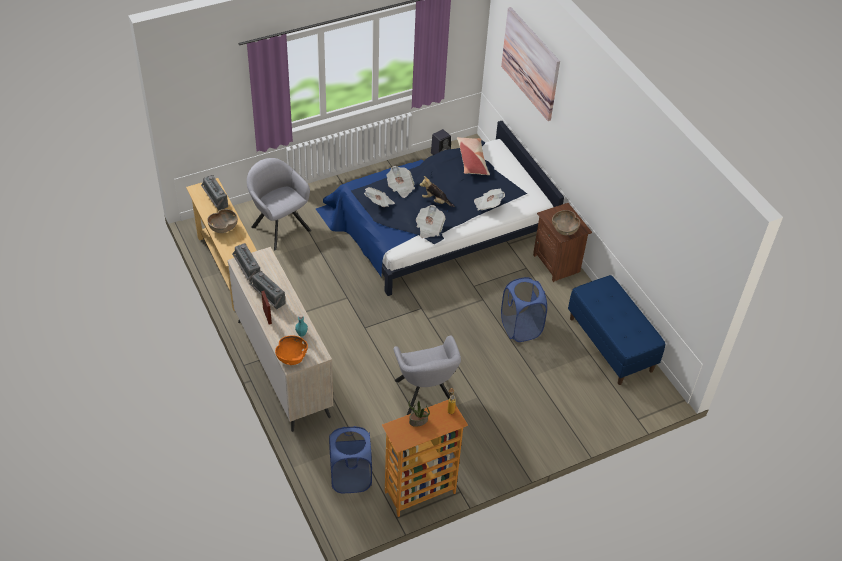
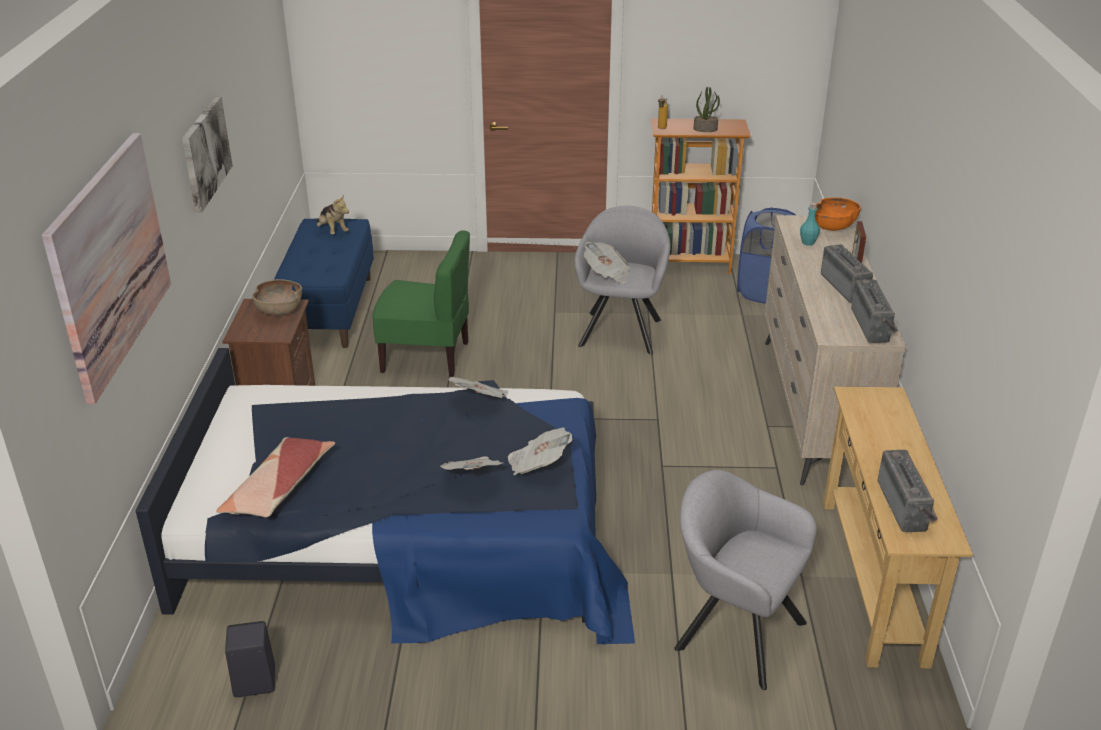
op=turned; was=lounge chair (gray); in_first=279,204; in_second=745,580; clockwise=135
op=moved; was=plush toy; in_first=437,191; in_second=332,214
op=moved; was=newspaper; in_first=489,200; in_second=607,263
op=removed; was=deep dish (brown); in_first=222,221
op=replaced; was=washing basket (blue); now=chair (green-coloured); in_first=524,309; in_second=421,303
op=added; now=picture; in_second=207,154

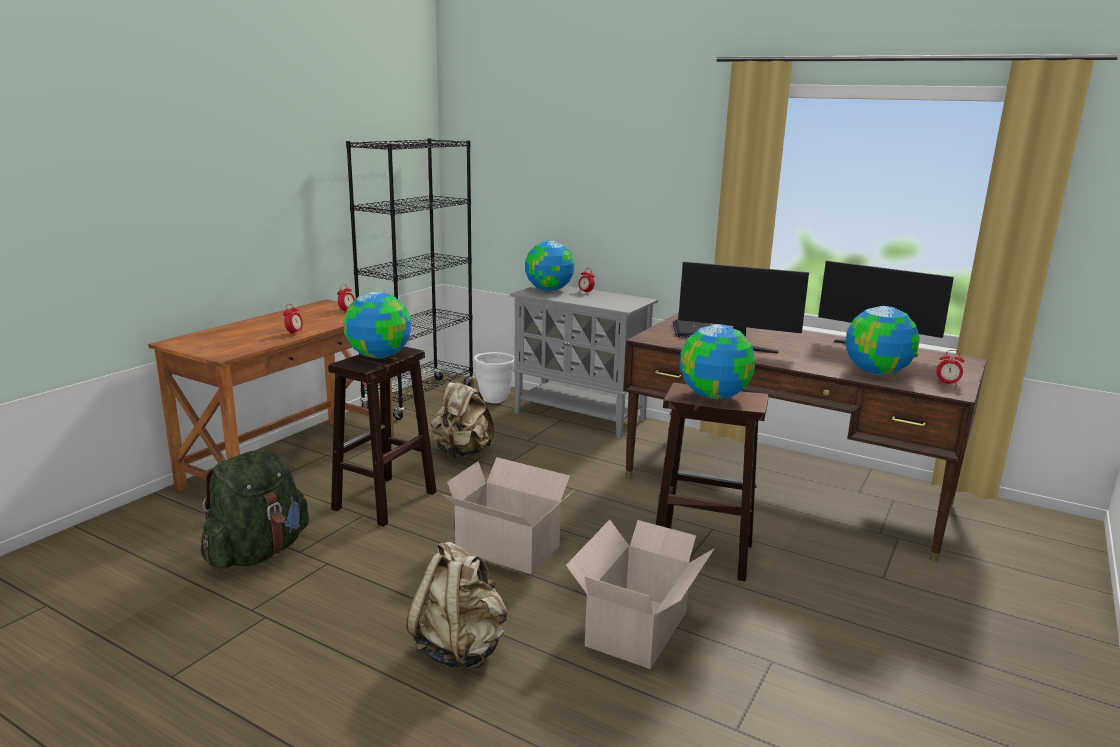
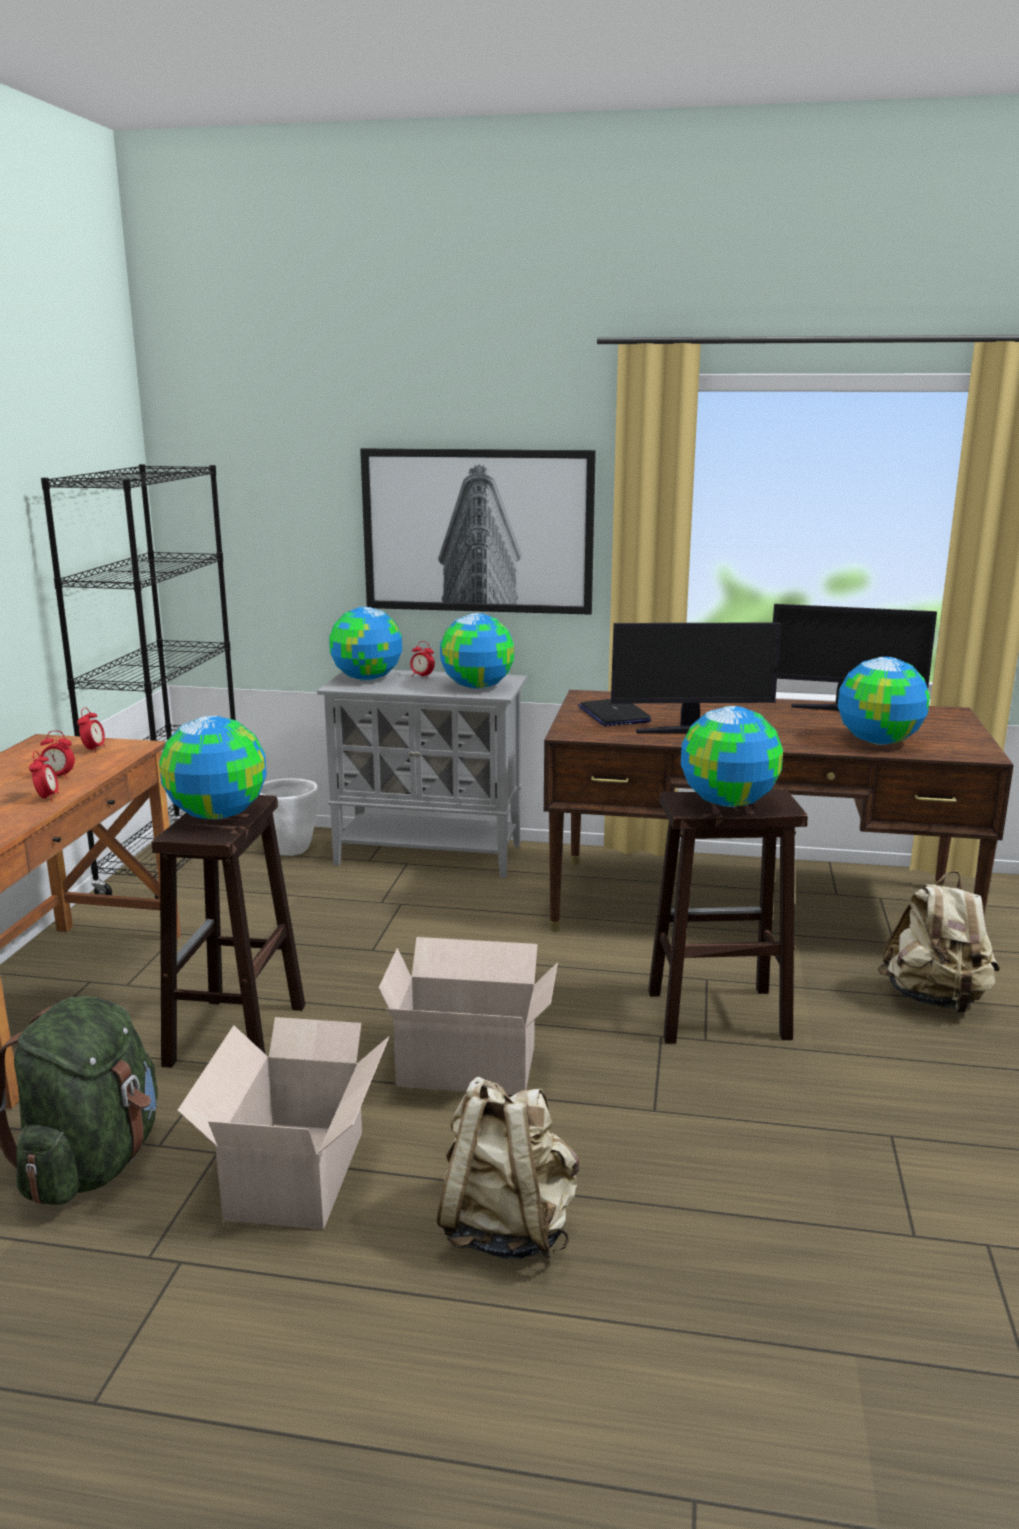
op=moved; was=table clock; in_first=950,368; in_second=57,754
op=moved; was=rucksack (beige); in_first=462,417; in_second=939,942
op=moved; was=packing box; in_first=640,594; in_second=283,1123
op=added; now=picture; in_second=478,531
op=added; now=world globe; in_second=477,651

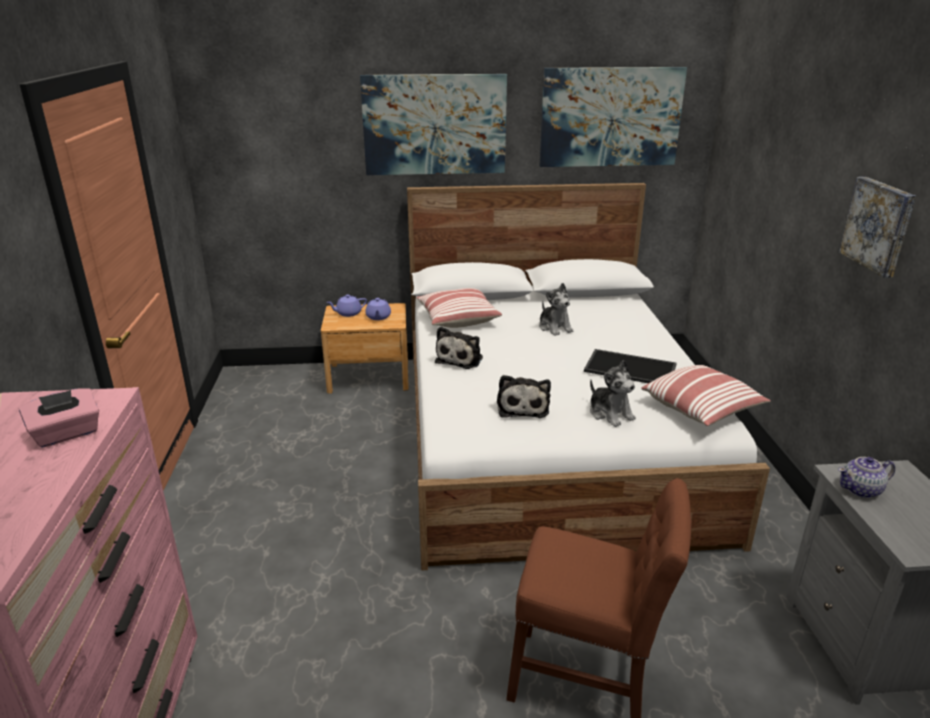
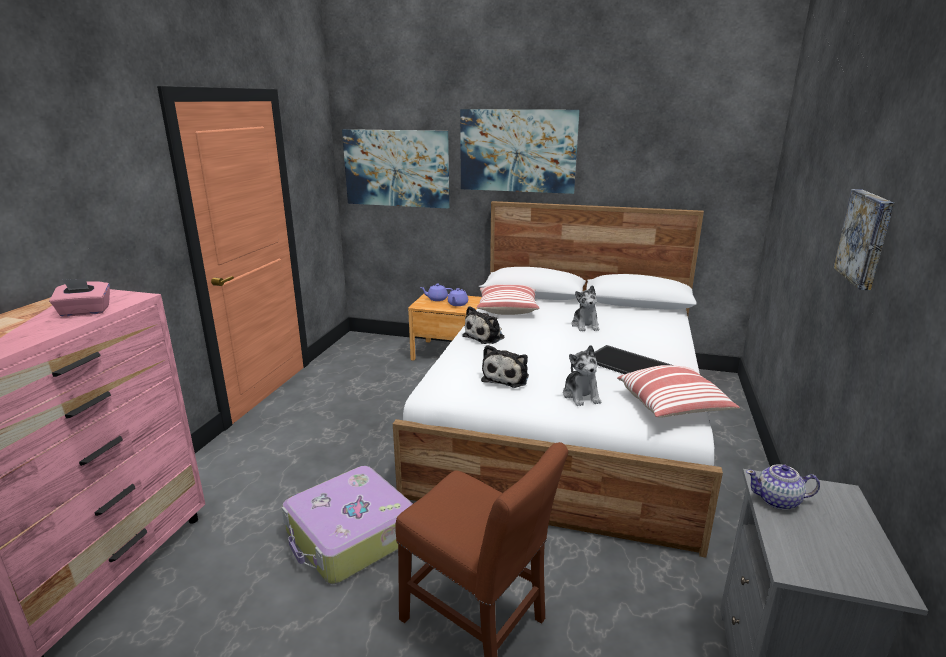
op=moved; was=picture; in_first=613,117; in_second=395,168
op=added; now=piece of luggage; in_second=347,525

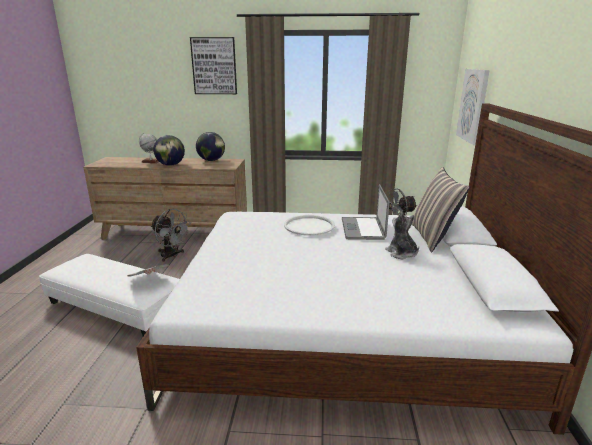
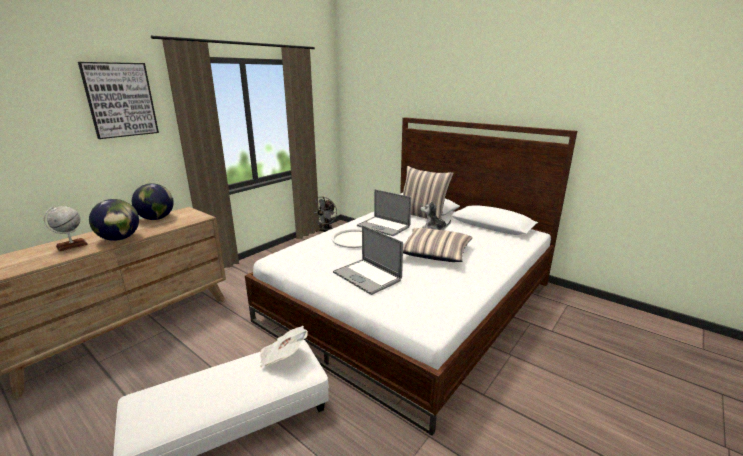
op=removed; was=picture; in_first=473,107
op=removed; was=fan (gray); in_first=171,235
op=added; now=notebook computer; in_second=368,260
op=added; now=cushion; in_second=438,245

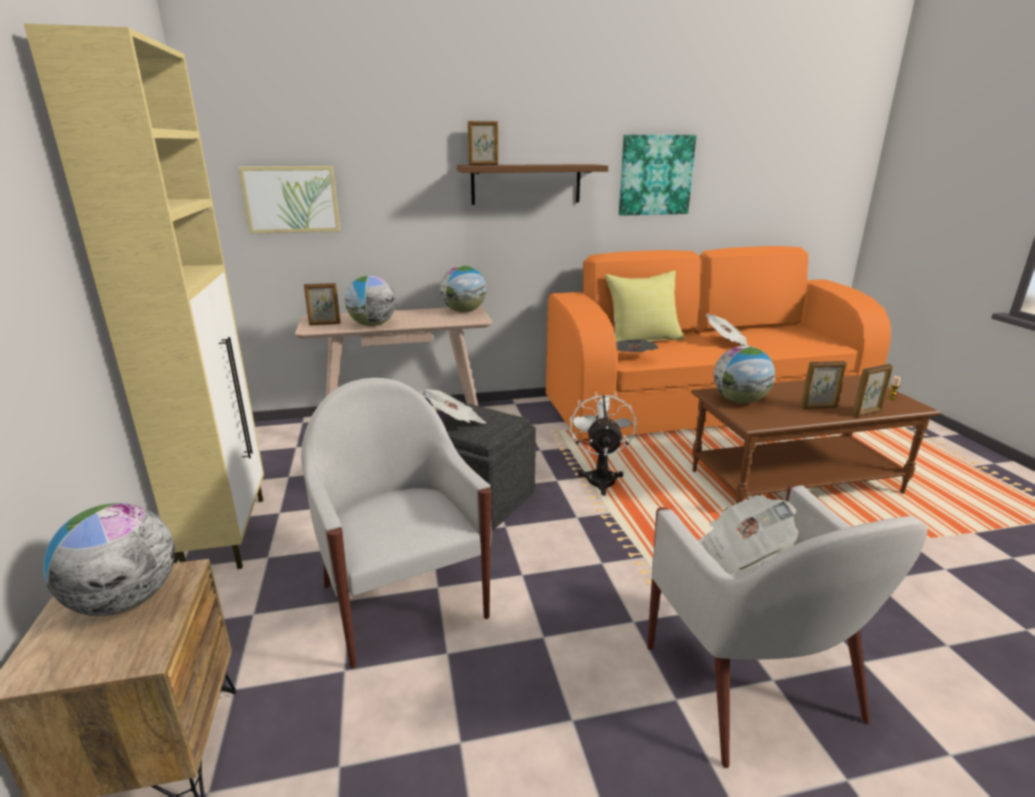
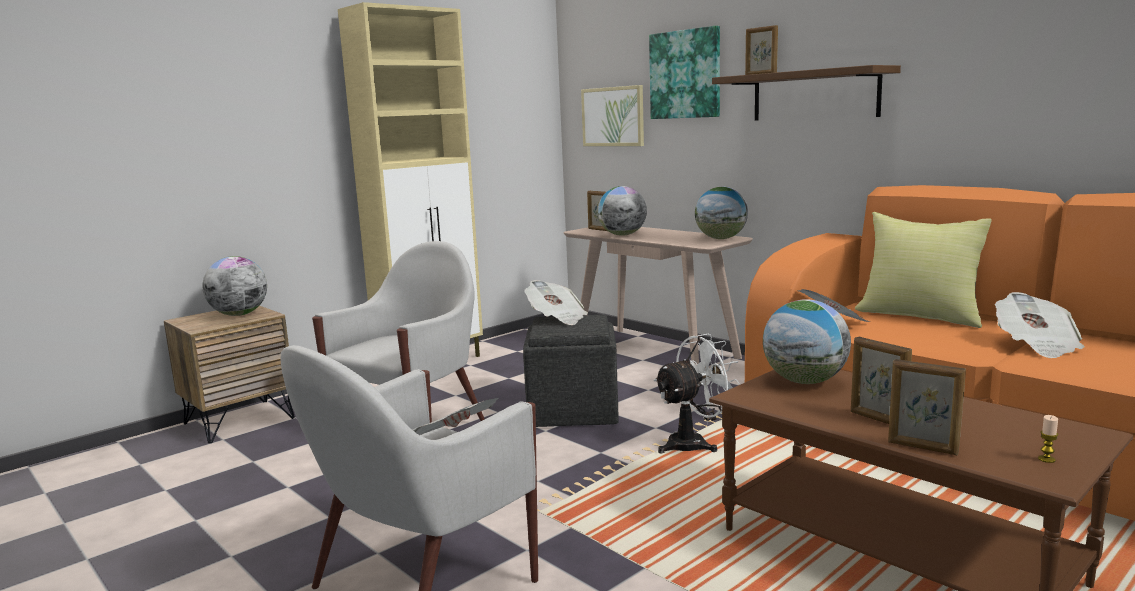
op=moved; was=picture; in_first=658,175; in_second=684,72

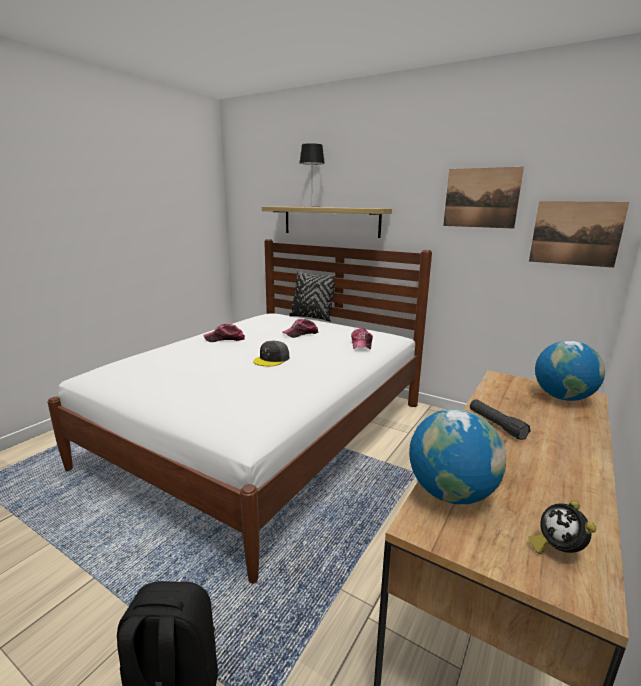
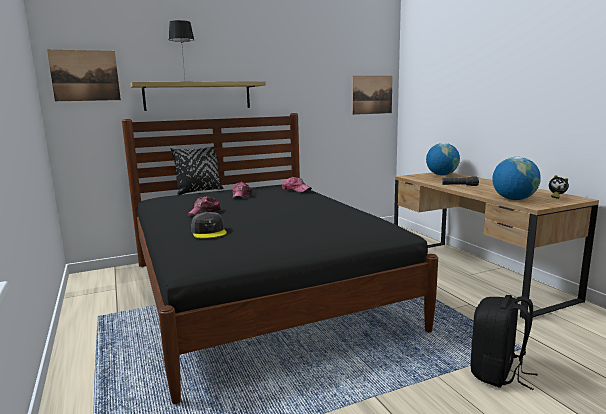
op=moved; was=picture; in_first=483,198; in_second=84,75
op=recoloured; was=bedroom bed (white); now=bedroom bed (blackish); in_first=240,411; in_second=280,258
op=moved; was=peaked cap (gray); in_first=271,353; in_second=209,225

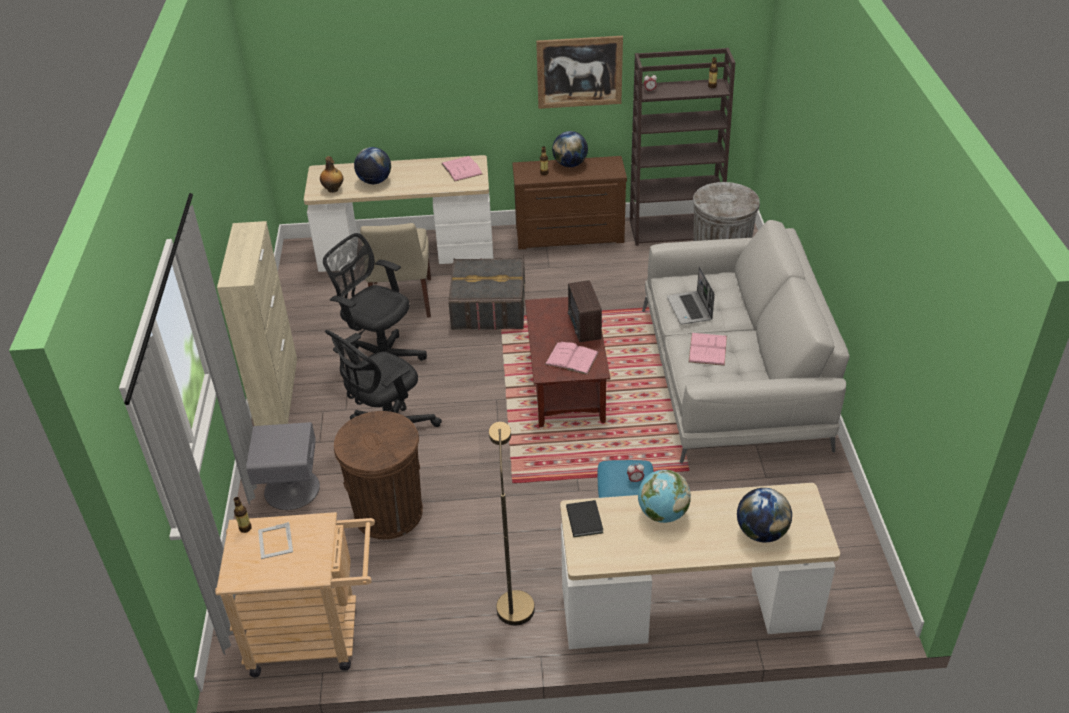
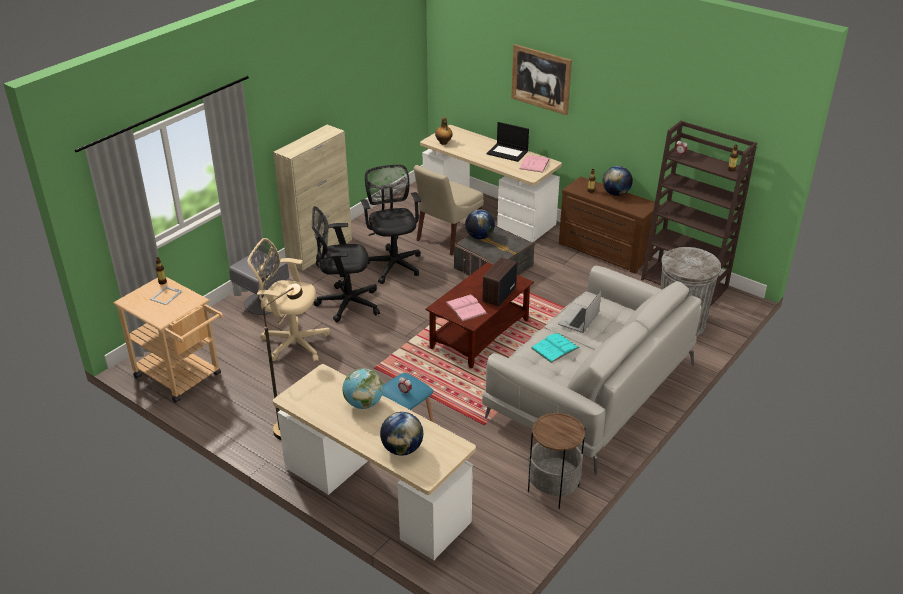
op=moved; was=picture; in_first=579,72; in_second=541,79
op=moved; was=world globe; in_first=372,165; in_second=480,224
op=recoloured; was=volume (pinkish); now=volume (blue-green); in_first=708,349; in_second=555,348
op=replaced; was=rubbish bin (brown); now=desk chair (beige); in_first=378,475; in_second=288,300
op=removed; was=volume (blackish); in_first=584,518
op=added; now=notebook computer; in_second=508,142
op=added; now=end table; in_second=556,460

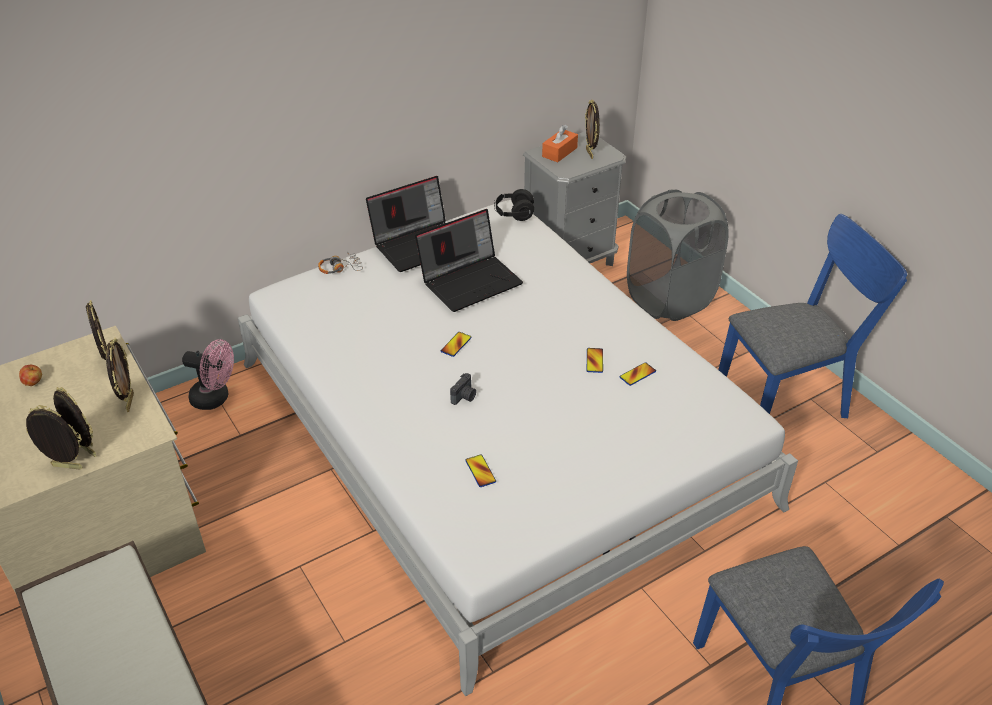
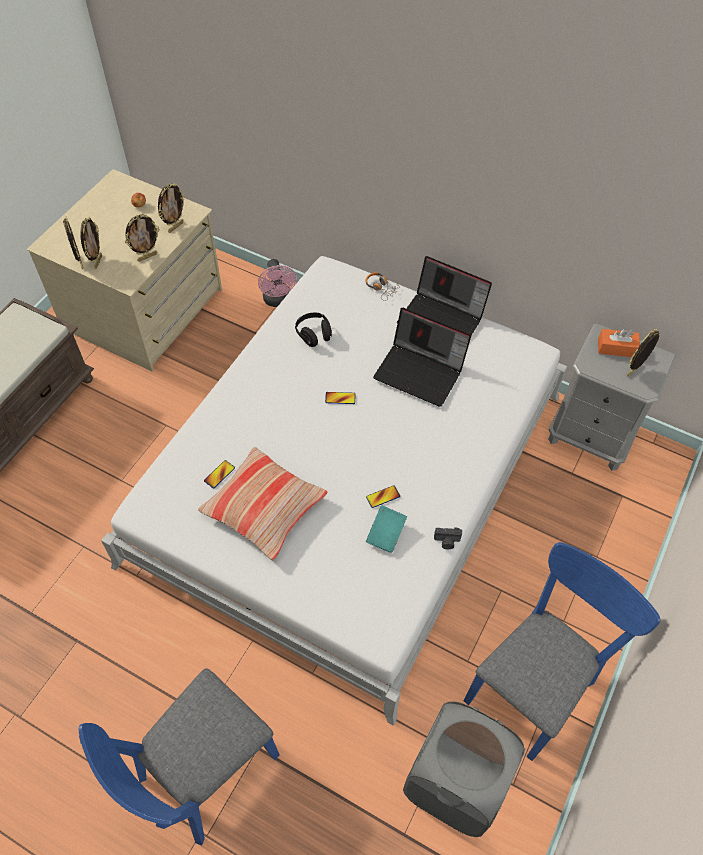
op=moved; was=headphones (blackish); in_first=514,205; in_second=313,330
op=moved; was=washing basket (gray); in_first=678,255; in_second=464,769
op=turned; was=chair (blue); in_first=812,316; in_second=561,651; clockwise=-90
op=replaced; was=handset; now=volume (blue-green); in_first=638,374; in_second=386,529
op=moved; was=photo camera; in_first=463,389; in_second=448,538
op=added; now=cushion; in_second=262,503

